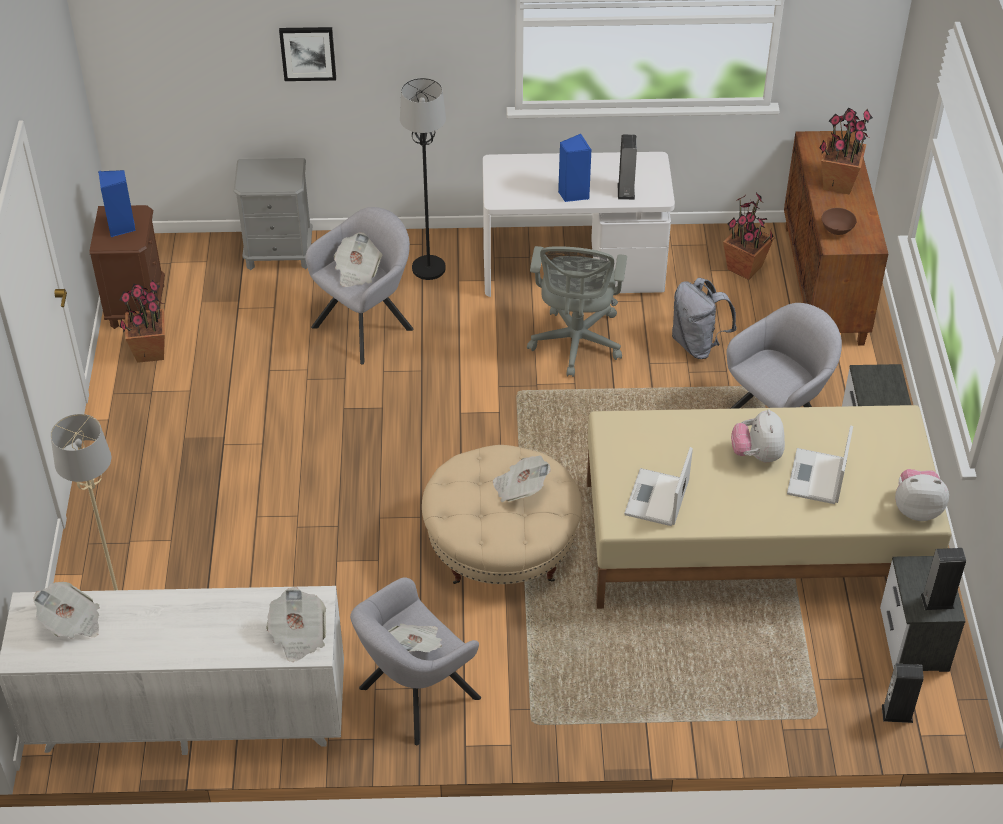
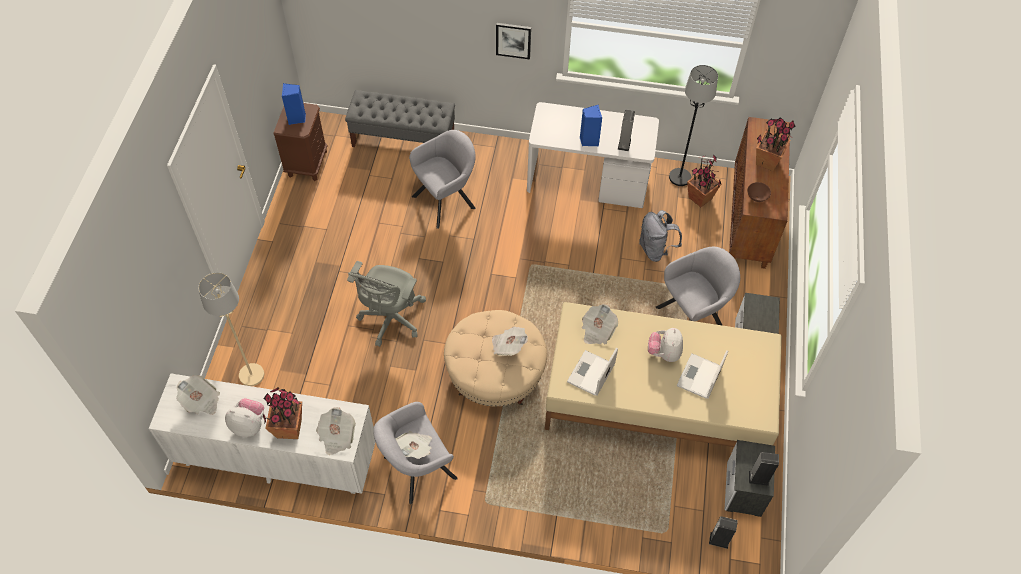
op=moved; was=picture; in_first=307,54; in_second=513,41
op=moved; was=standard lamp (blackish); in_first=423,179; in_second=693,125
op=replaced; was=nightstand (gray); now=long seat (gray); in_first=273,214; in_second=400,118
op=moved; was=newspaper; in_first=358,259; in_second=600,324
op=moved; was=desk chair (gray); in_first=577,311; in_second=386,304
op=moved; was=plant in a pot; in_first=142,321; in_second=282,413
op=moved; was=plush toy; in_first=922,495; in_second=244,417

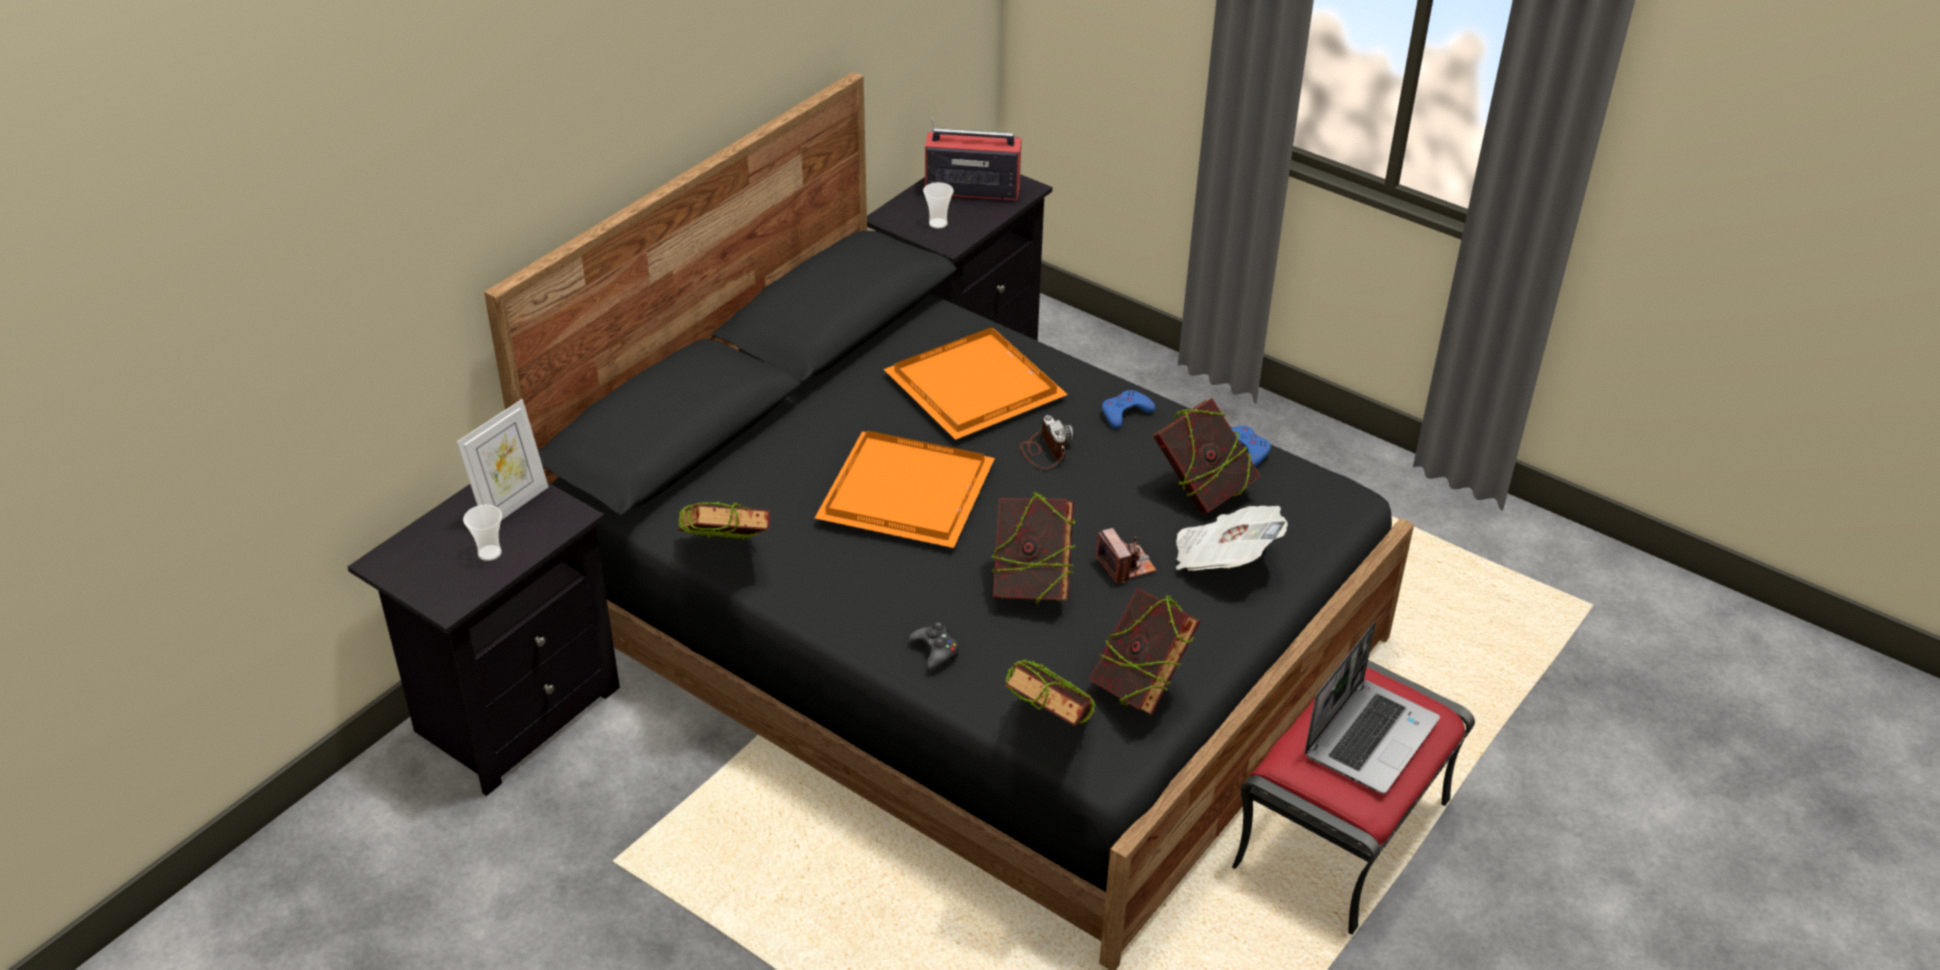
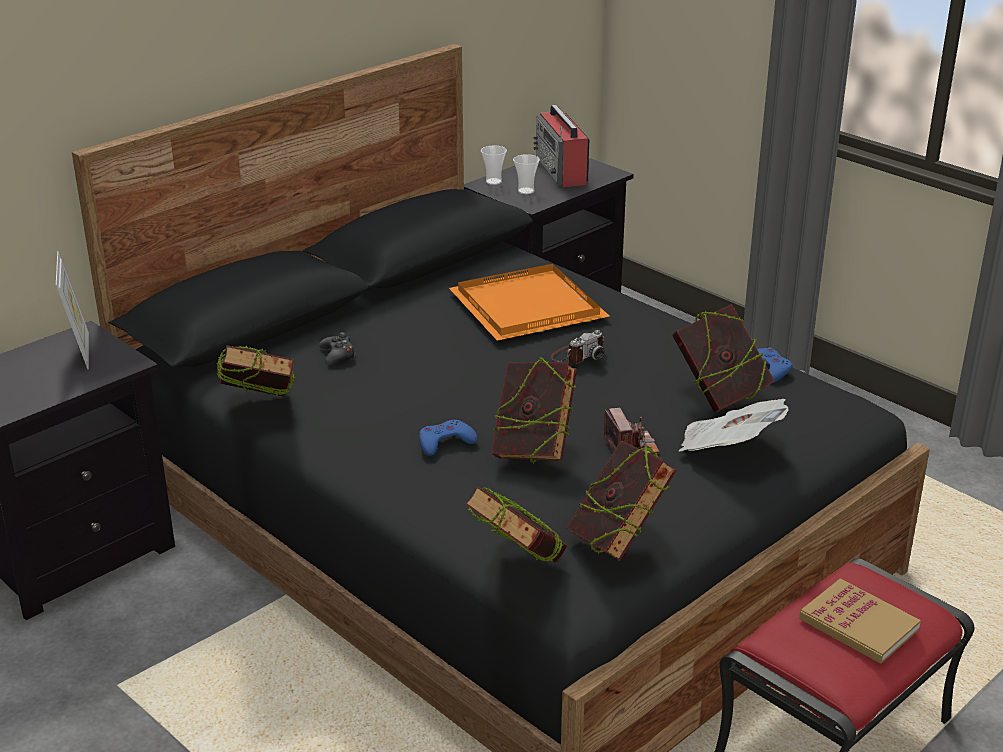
op=turned; was=radio receiver; in_first=973,159; in_second=562,146; clockwise=-120
op=moved; was=game controller (blue); in_first=1128,409; in_second=448,438
op=turned; was=photo frame; in_first=503,459; in_second=72,310; clockwise=-60
op=turned; was=photo camera; in_first=1047,442; in_second=577,347; clockwise=60
op=removed; was=carrying tray (orange-coloured); in_first=905,489
op=moved; was=cup; in_first=482,533; in_second=494,165
op=moved; was=game controller (blackish); in_first=934,646; in_second=337,348
op=replaced; was=notebook computer; now=volume; in_first=1372,708; in_second=860,621

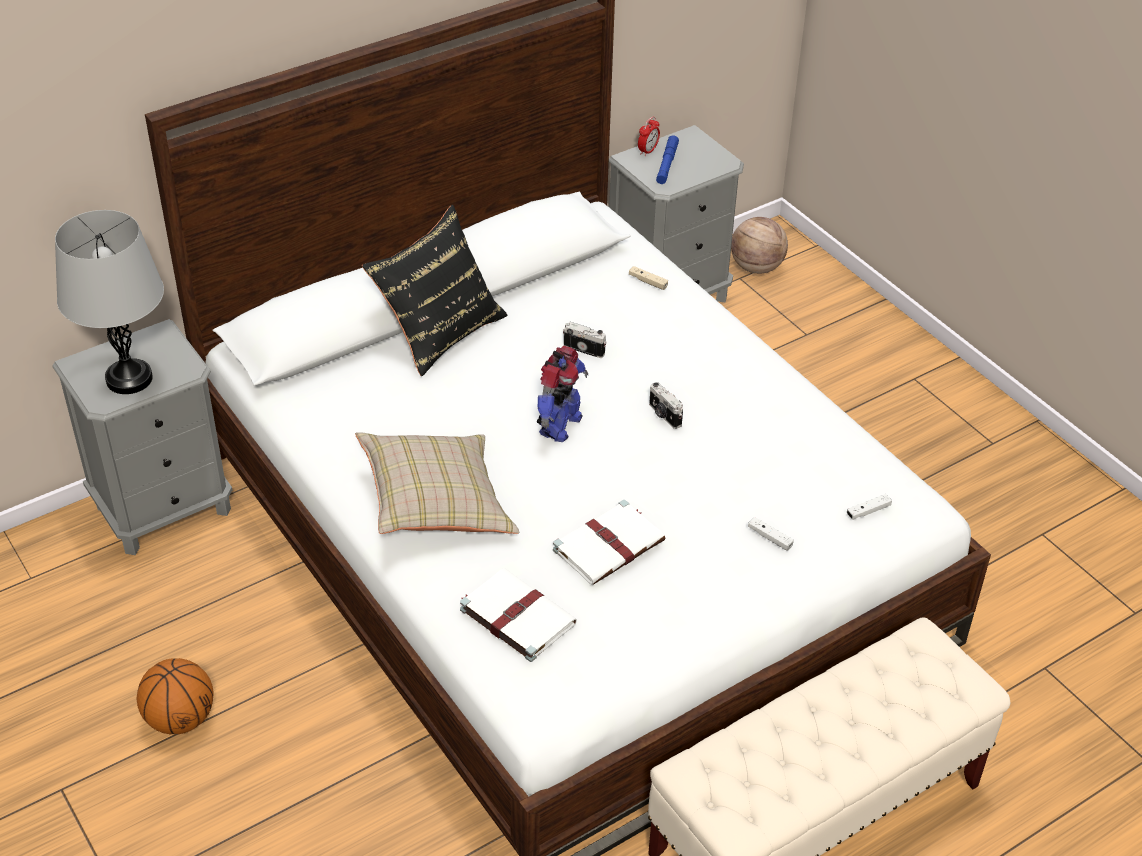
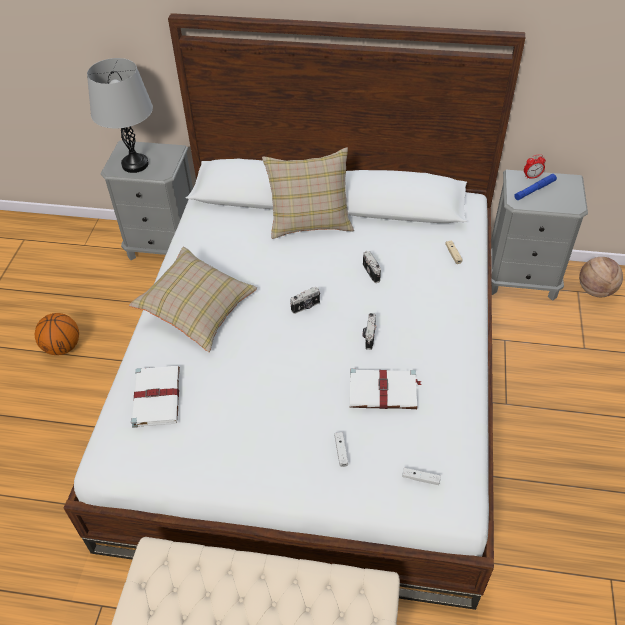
op=recoloured; was=cushion (blackish); now=cushion (beige); in_first=434,290; in_second=308,193
op=replaced; was=robot figure; now=photo camera; in_first=562,394; in_second=305,300
op=moved; was=volume (white); in_first=609,542; in_second=386,388

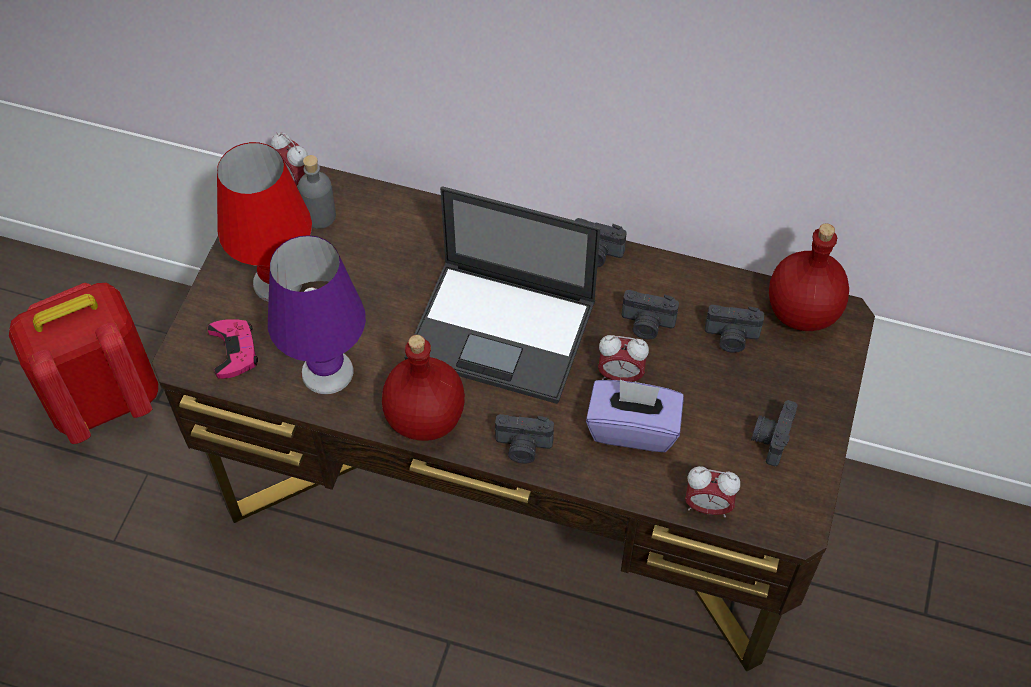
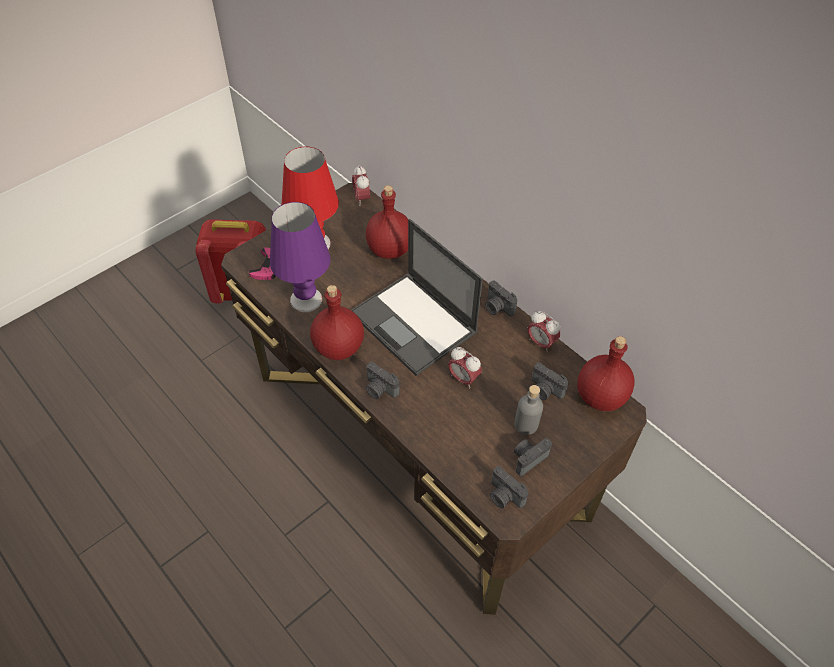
op=moved; was=beverage bottle (gray); in_first=317,192; in_second=528,410
op=moved; was=photo camera; in_first=650,314; in_second=509,487
op=removed; was=tissue holder (purple); in_first=635,415
op=moved; was=table clock; in_first=712,491; in_second=544,331
op=added; now=beverage bottle (reddish); in_second=387,222

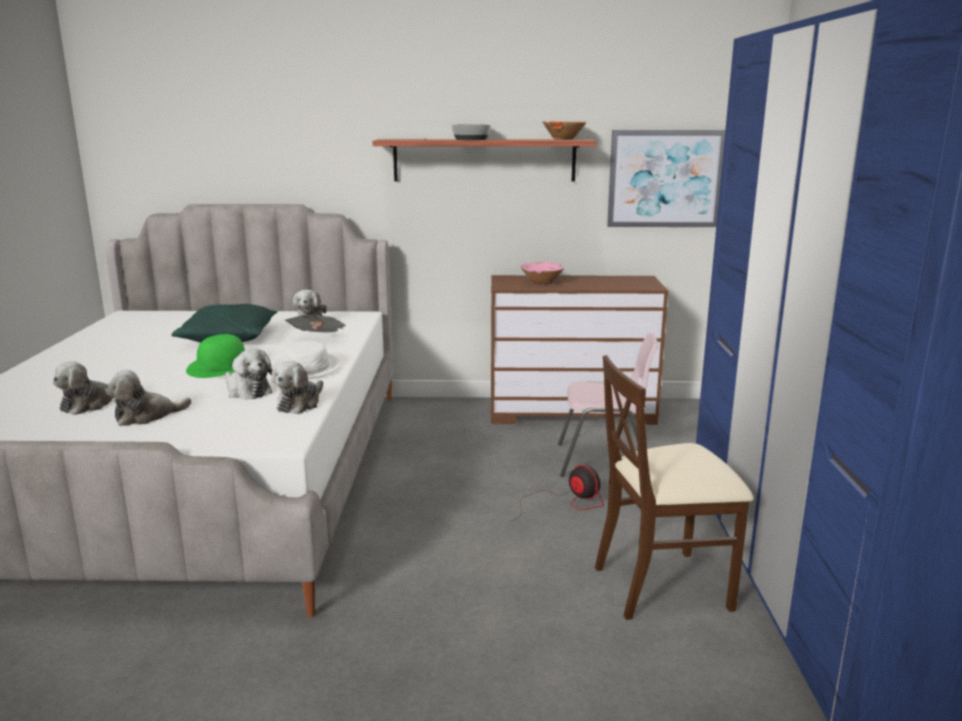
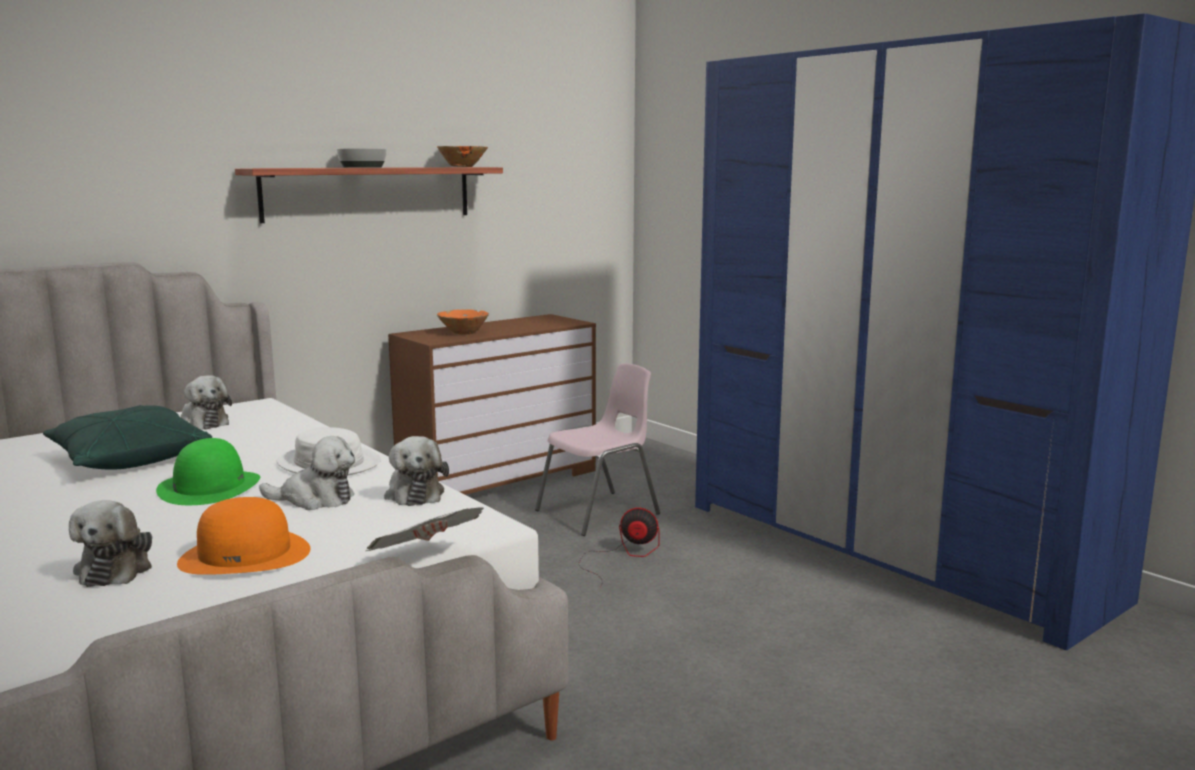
op=removed; was=picture; in_first=666,178
op=recoloured; was=deep dish (pinkish); now=deep dish (orange-coloured); in_first=542,273; in_second=463,321
op=moved; was=newspaper; in_first=315,323; in_second=425,529
op=removed; was=chair (beige); in_first=674,487
op=replaced; was=plush toy; now=hat (orange-coloured); in_first=148,398; in_second=244,536

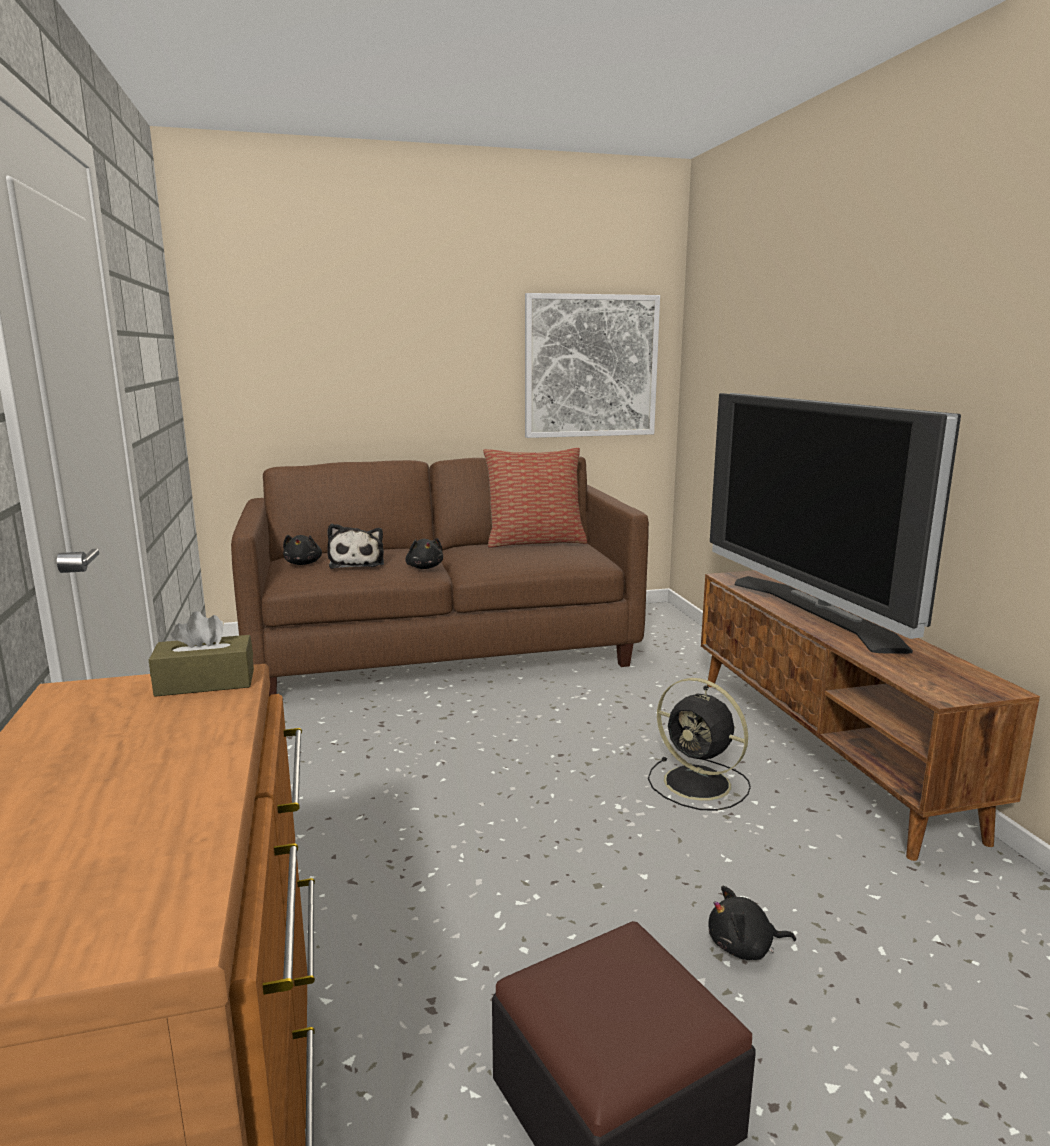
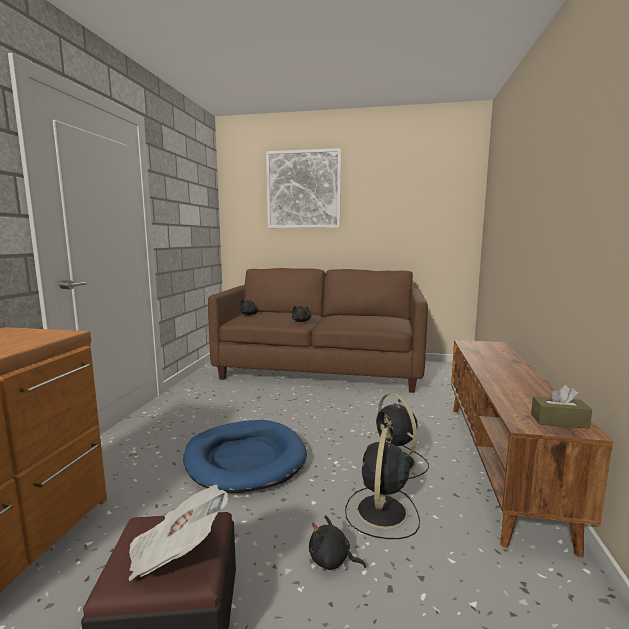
op=moved; was=picture; in_first=592,365; in_second=303,188
op=removed; was=TV; in_first=835,523
op=removed; was=cushion; in_first=535,498
op=removed; was=plush toy; in_first=355,546
op=moved; was=tissue holder (brown); in_first=201,654; in_second=561,406
op=added; now=dog cushion (blue); in_second=245,456
op=added; now=fan (blackish); in_second=382,483
op=added; now=newspaper; in_second=178,533

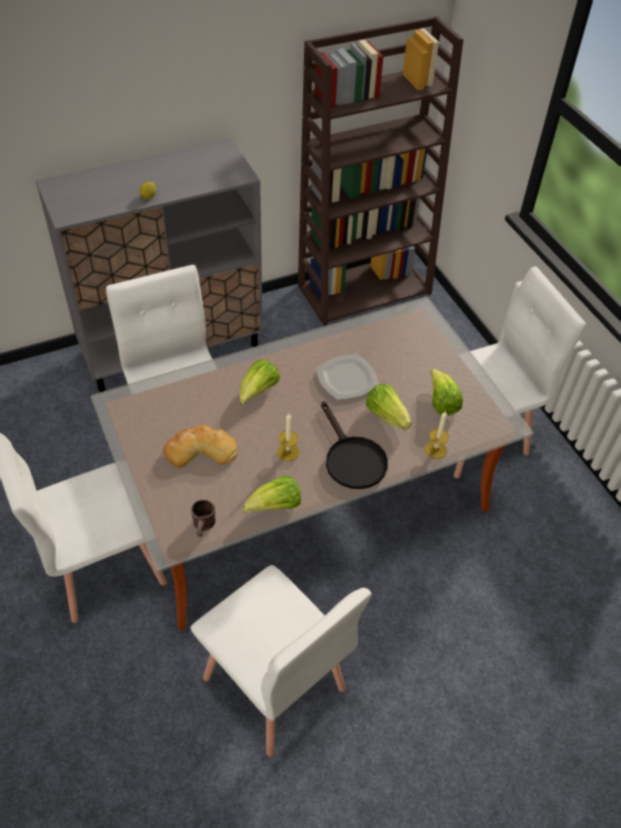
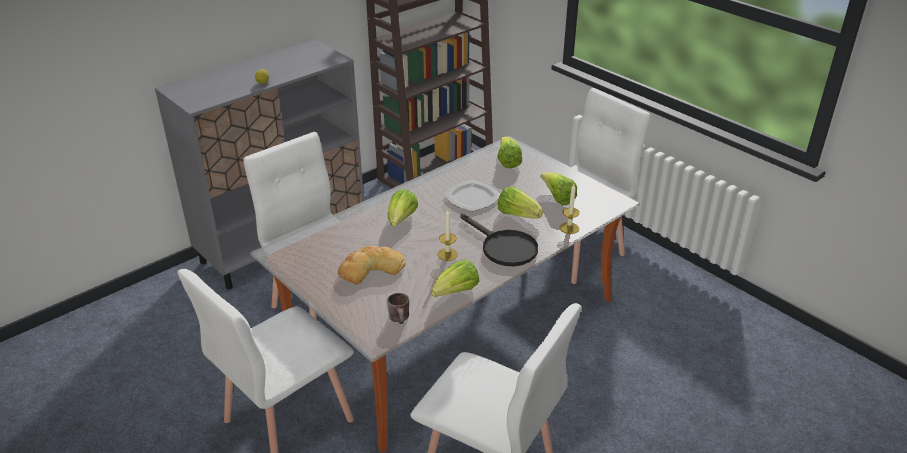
op=added; now=head of lettuce; in_second=509,152

